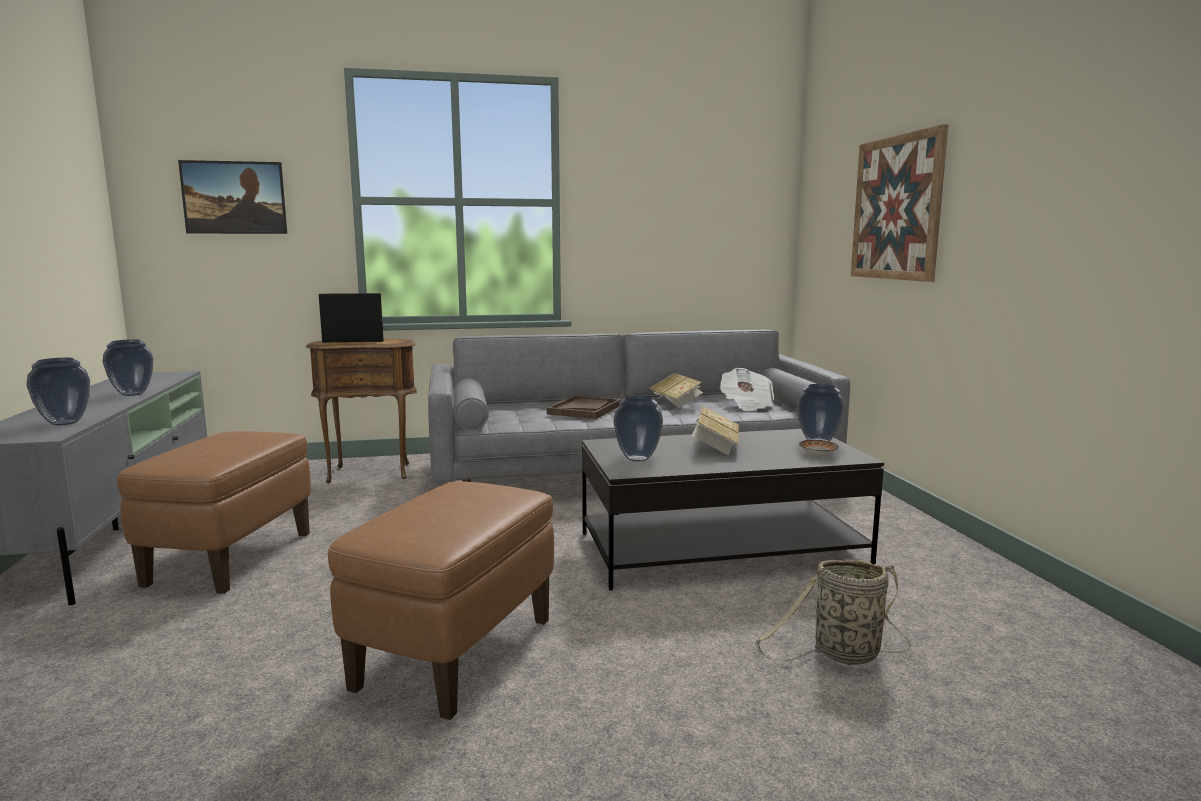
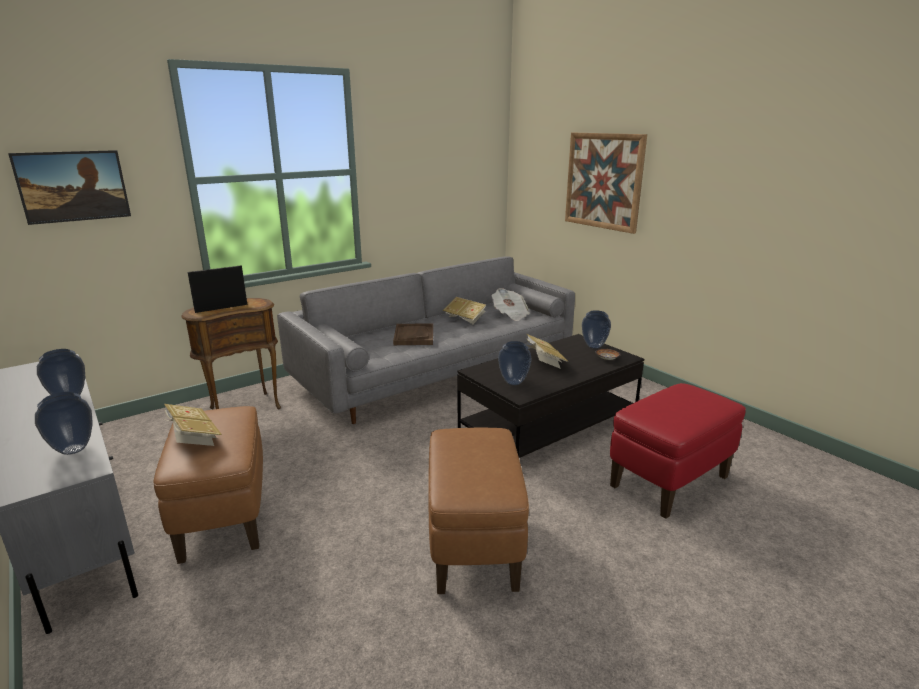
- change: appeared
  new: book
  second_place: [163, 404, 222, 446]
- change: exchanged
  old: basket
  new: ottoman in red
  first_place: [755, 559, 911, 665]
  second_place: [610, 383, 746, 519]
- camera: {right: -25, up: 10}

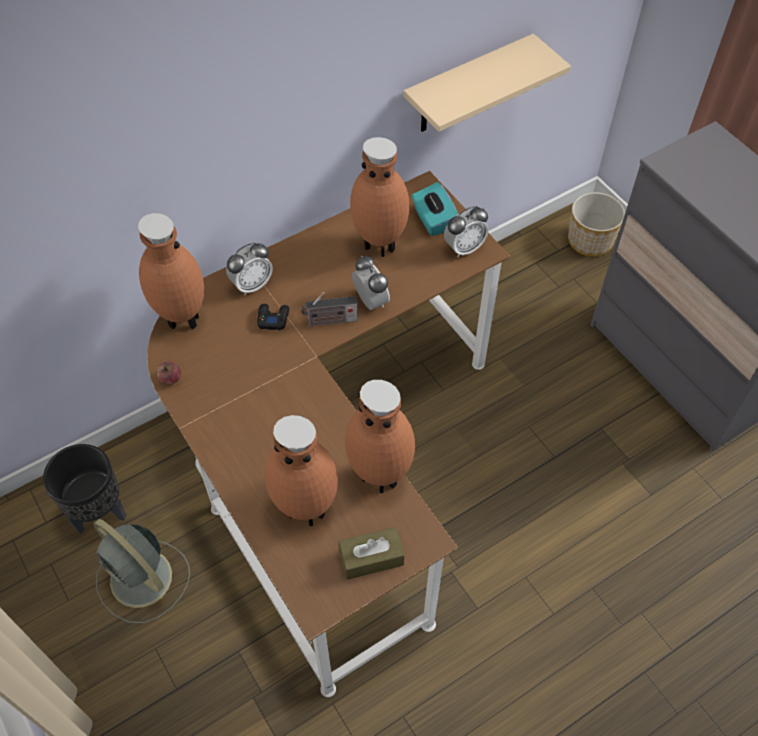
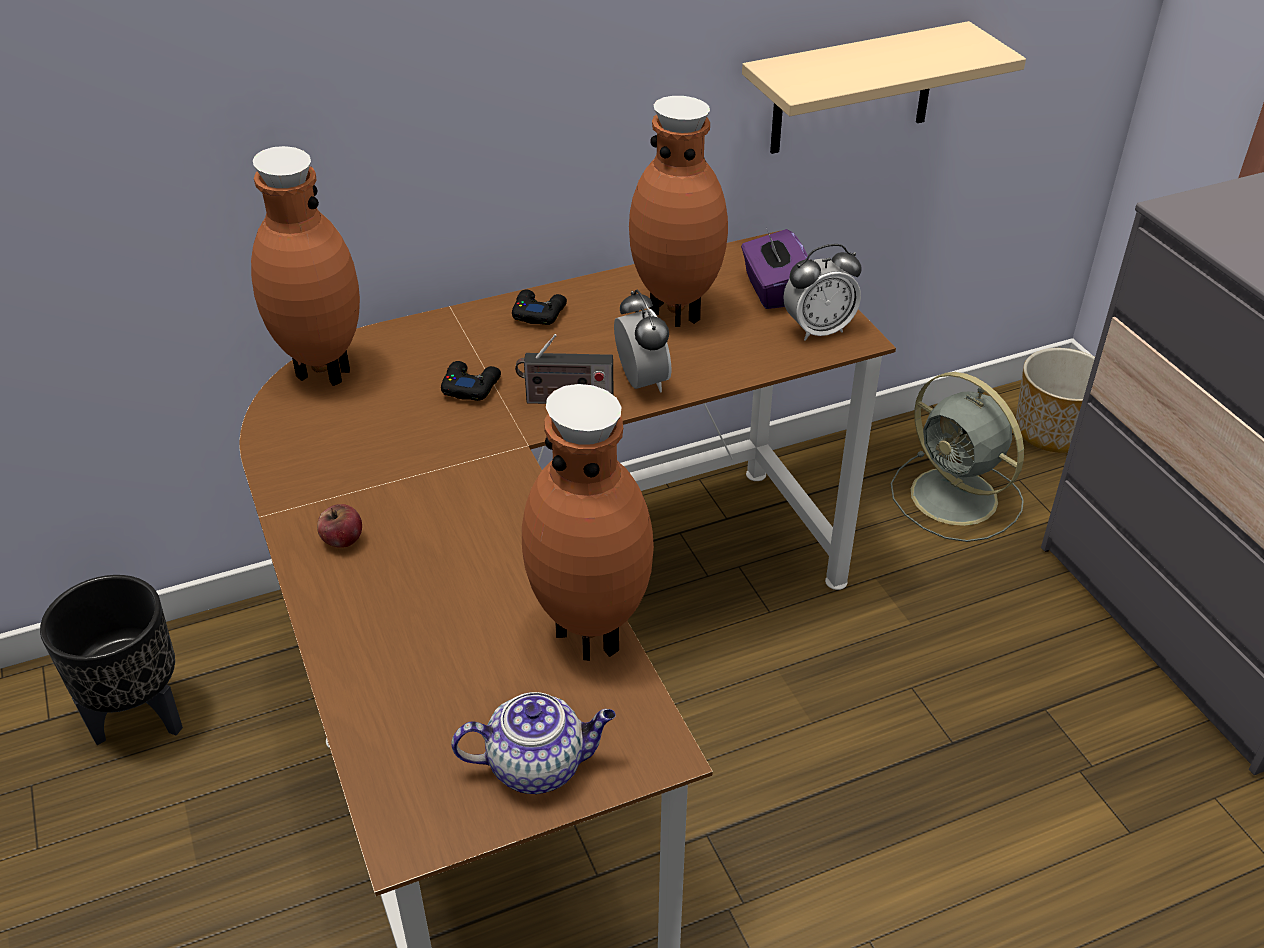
- change: missing
  old: alarm clock
  first_place: [226, 243, 273, 295]
- change: missing
  old: vase in brown
  first_place: [265, 415, 338, 526]
- change: appeared
  new: game controller in black
  second_place: [512, 290, 567, 325]
- change: relocated
  old: fan in grey
  first_place: [94, 519, 190, 623]
  second_place: [891, 372, 1024, 542]
- change: relocated
  old: apple
  first_place: [157, 361, 181, 384]
  second_place: [317, 504, 362, 548]
- change: exchanged
  old: tissue box in brown
  new: teapot
  first_place: [339, 527, 405, 580]
  second_place: [451, 692, 616, 794]
- change: colour
  old: tissue box in turquoise
  new: tissue box in purple
  first_place: [412, 182, 458, 236]
  second_place: [741, 227, 809, 309]
- camera: {right: 10, up: -15}

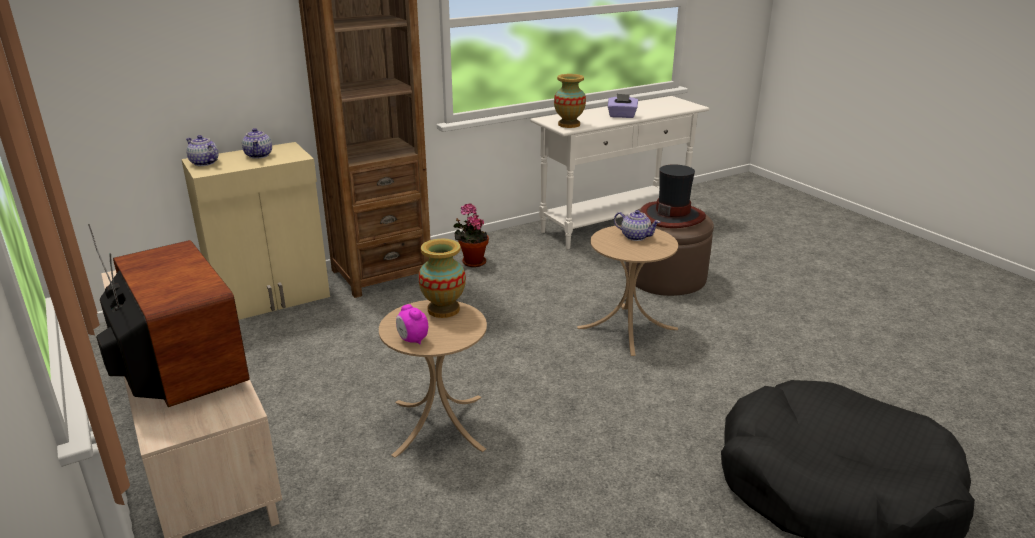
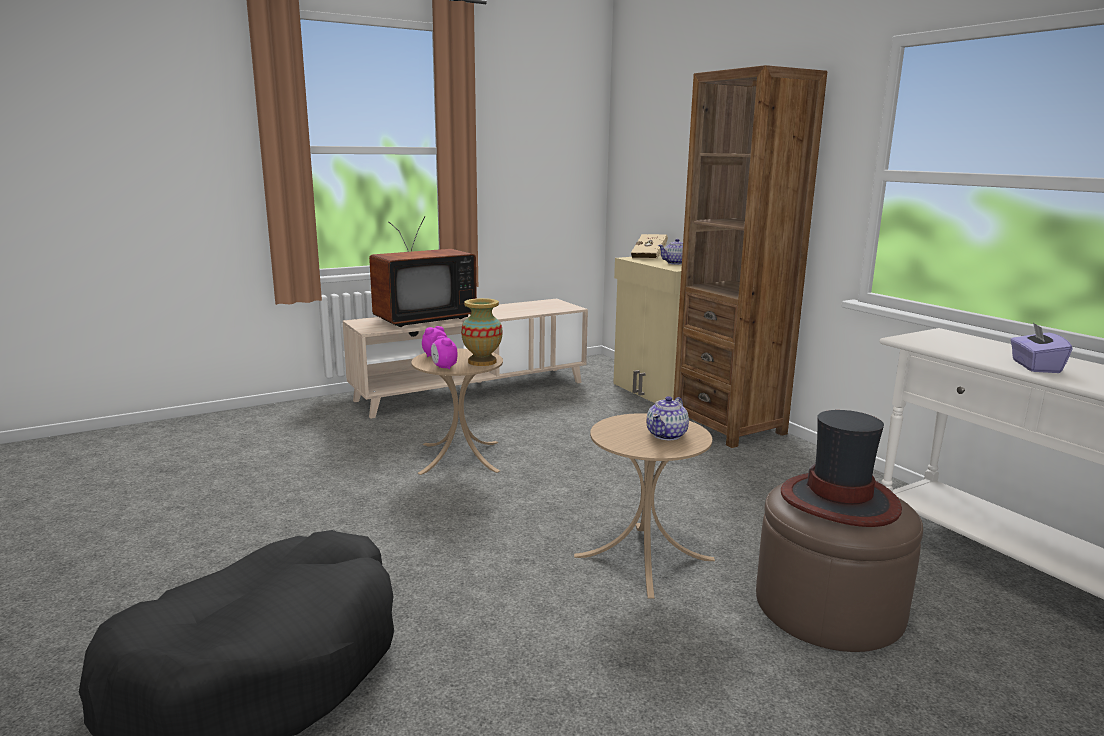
- change: missing
  old: potted plant
  first_place: [453, 203, 489, 267]
- change: missing
  old: vase
  first_place: [554, 74, 586, 128]
- change: appeared
  new: alarm clock
  second_place: [431, 336, 458, 370]
- change: exchanged
  old: teapot
  new: book in beige
  first_place: [186, 135, 218, 166]
  second_place: [631, 234, 668, 259]
- camera: {right: 90, up: -10}

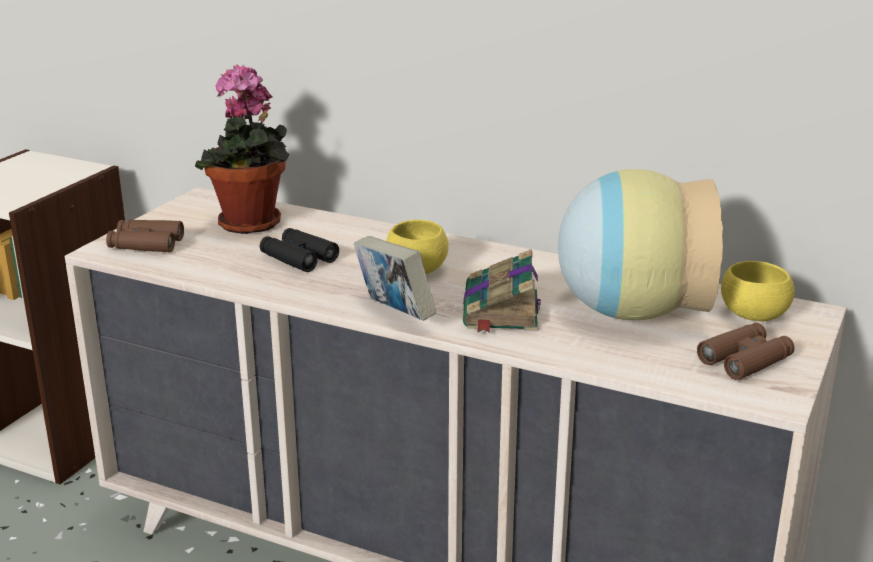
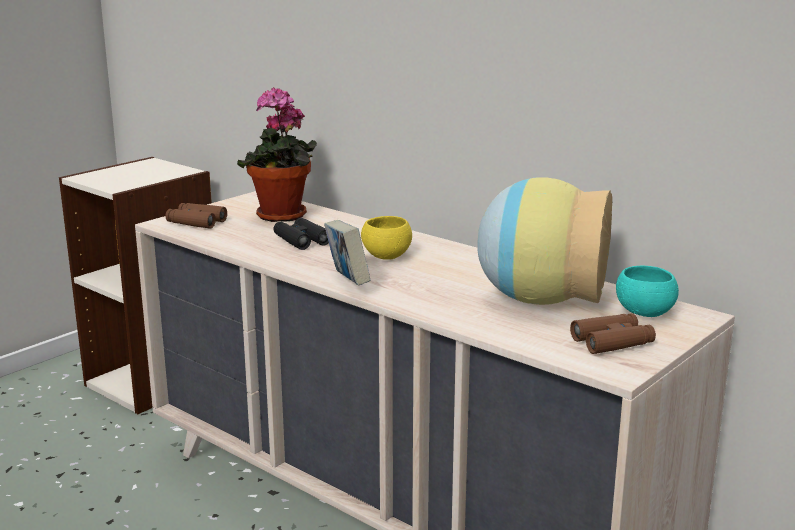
- change: missing
  old: book
  first_place: [463, 249, 541, 333]
- change: colour
  old: bowl in yellow
  new: bowl in turquoise
  first_place: [721, 261, 795, 321]
  second_place: [616, 265, 679, 317]
- camera: {right: 15, up: -5}

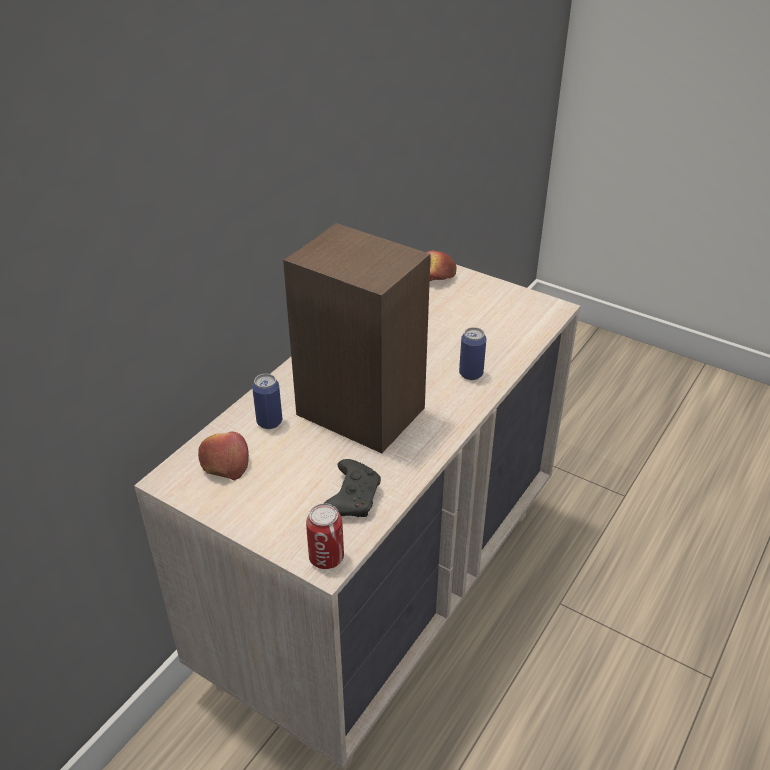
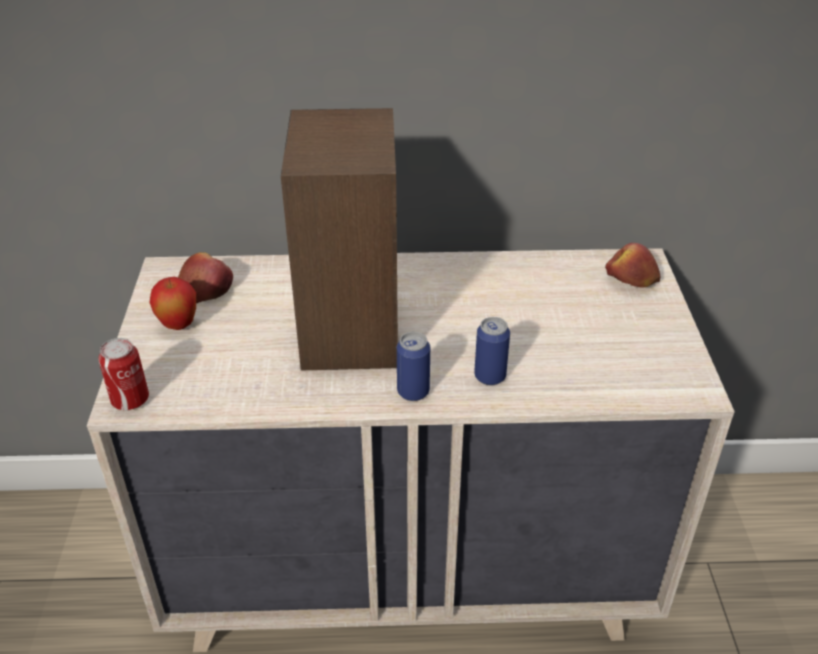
- change: missing
  old: game controller in black
  first_place: [323, 459, 381, 517]
- change: appeared
  new: apple
  second_place: [150, 277, 196, 330]
- change: relocated
  old: can
  first_place: [252, 374, 282, 429]
  second_place: [397, 332, 430, 401]
- camera: {right: 55, up: 0}

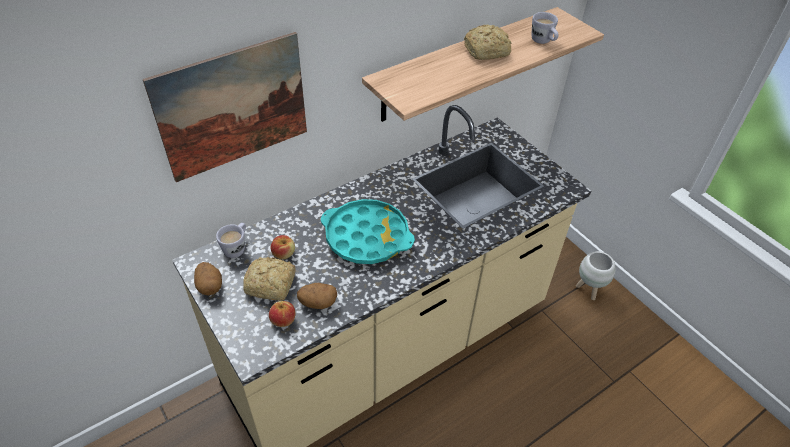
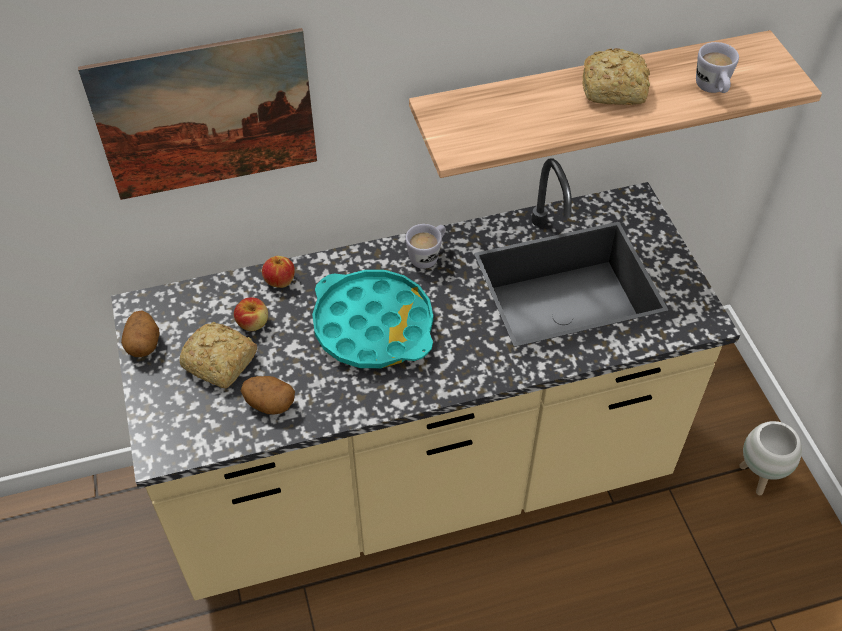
- change: relocated
  old: mug in white
  first_place: [216, 223, 246, 258]
  second_place: [405, 224, 446, 269]
- change: relocated
  old: apple
  first_place: [269, 301, 295, 327]
  second_place: [262, 256, 295, 288]
- camera: {right: 20, up: 5}

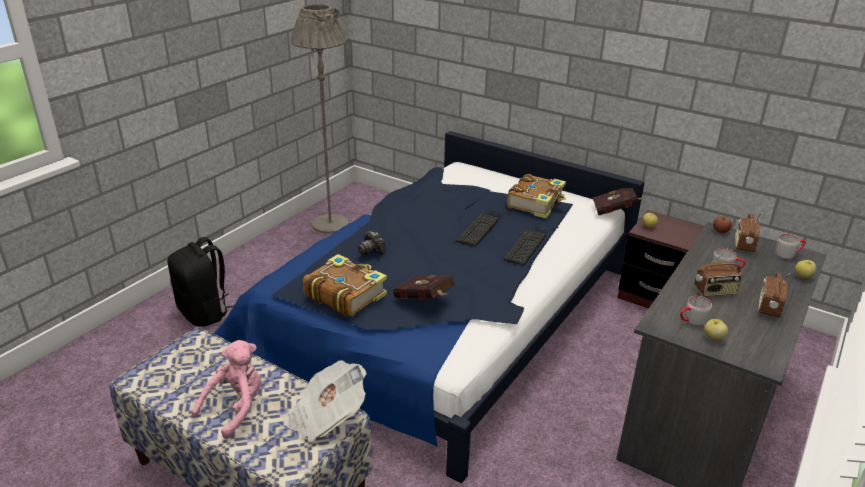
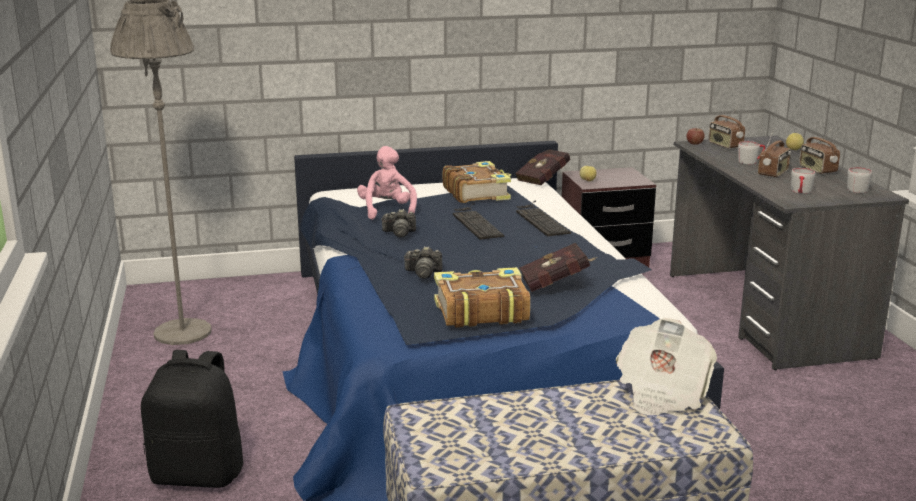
- change: missing
  old: apple
  first_place: [704, 319, 728, 341]
- change: appeared
  new: photo camera
  second_place: [381, 209, 416, 237]
- change: relocated
  old: plush toy in pink
  first_place: [191, 340, 262, 439]
  second_place: [357, 146, 417, 220]
- change: relocated
  old: mug in grey
  first_place: [776, 234, 806, 259]
  second_place: [847, 167, 872, 193]
- camera: {right: -45, up: -10}

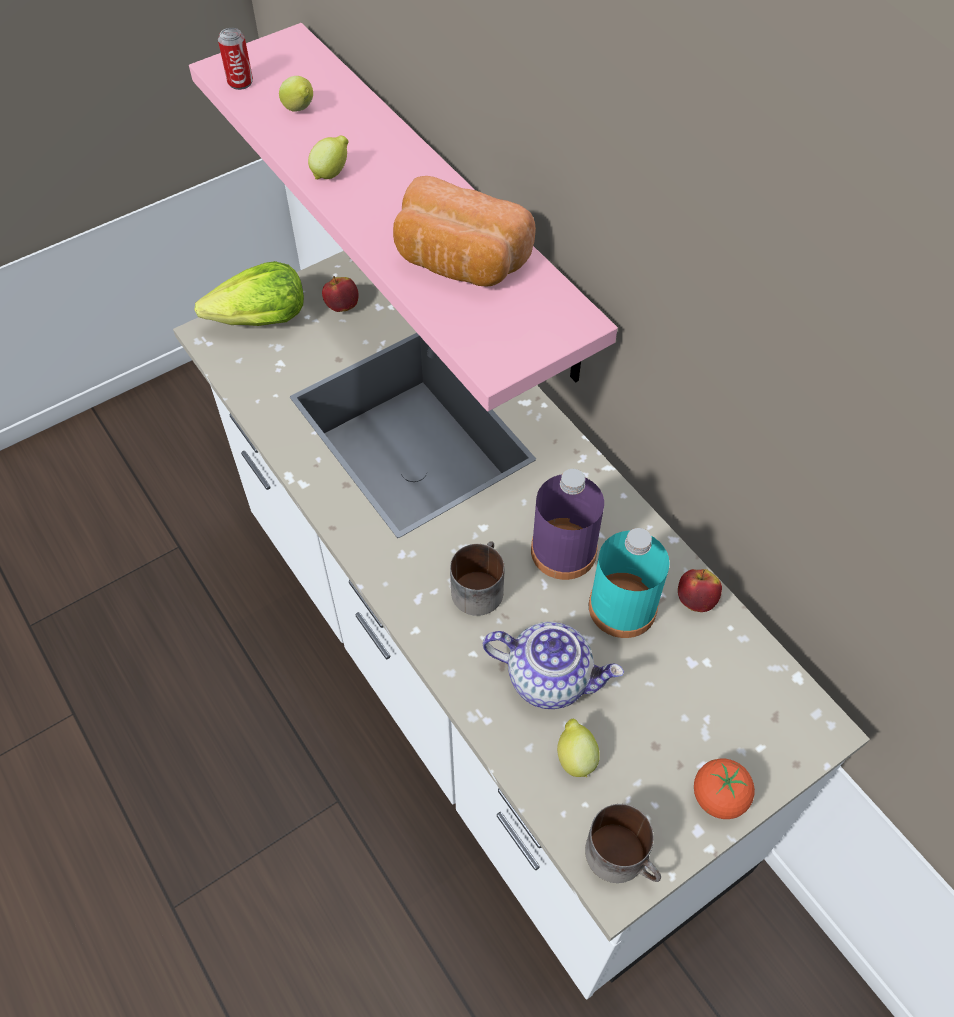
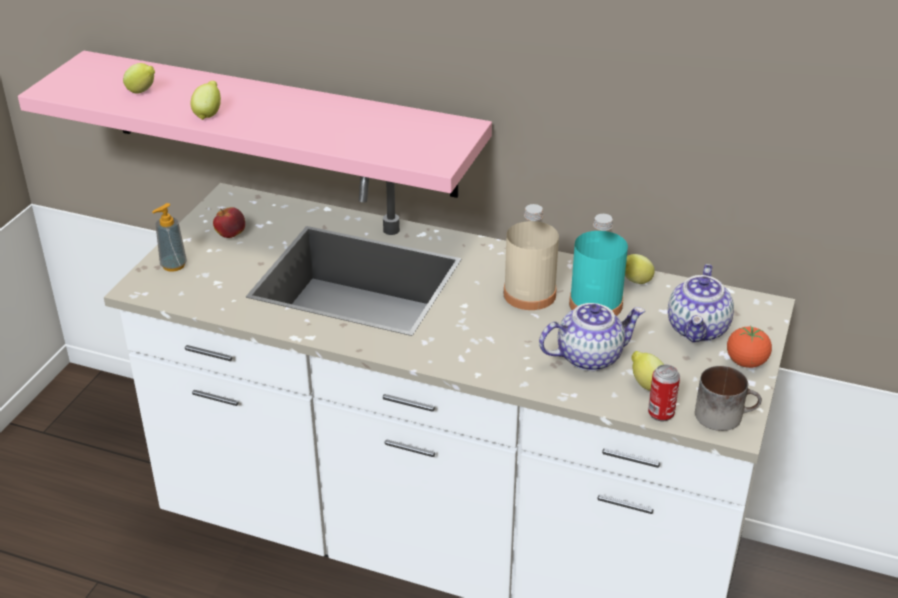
- change: missing
  old: bread
  first_place: [393, 176, 536, 287]
- change: missing
  old: mug
  first_place: [450, 541, 505, 616]
- change: appeared
  new: teapot
  second_place: [668, 264, 734, 342]
- change: relocated
  old: can
  first_place: [218, 28, 253, 90]
  second_place: [648, 365, 680, 421]
- change: exchanged
  old: lettuce
  new: soap dispenser
  first_place: [195, 261, 304, 326]
  second_place: [152, 203, 187, 272]
- change: exchanged
  old: apple
  new: lemon
  first_place: [678, 569, 722, 612]
  second_place: [625, 254, 655, 284]
- change: colour
  old: bottle in purple
  new: bottle in beige
  first_place: [531, 469, 604, 580]
  second_place: [504, 204, 559, 310]
- camera: {right: -35, up: -20}

